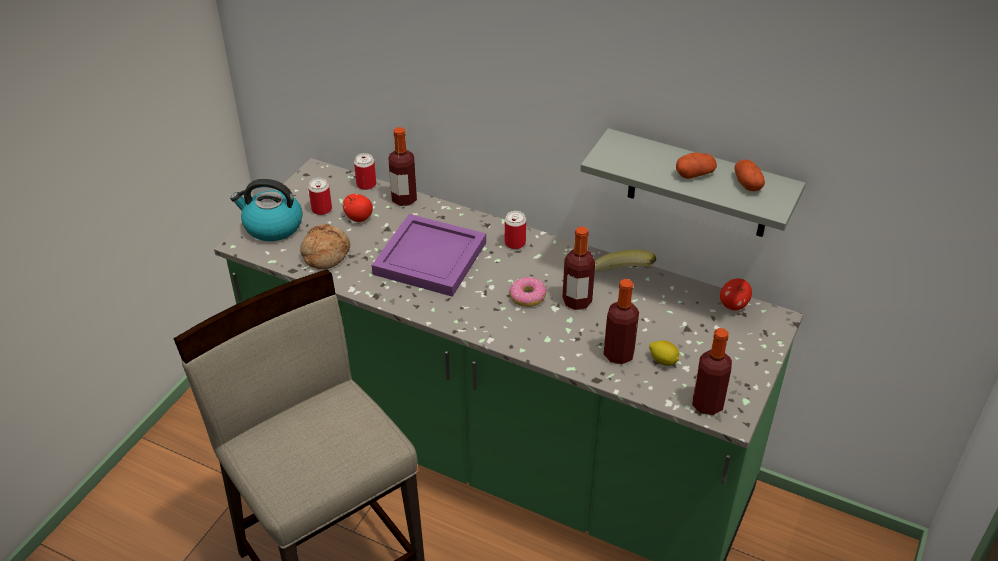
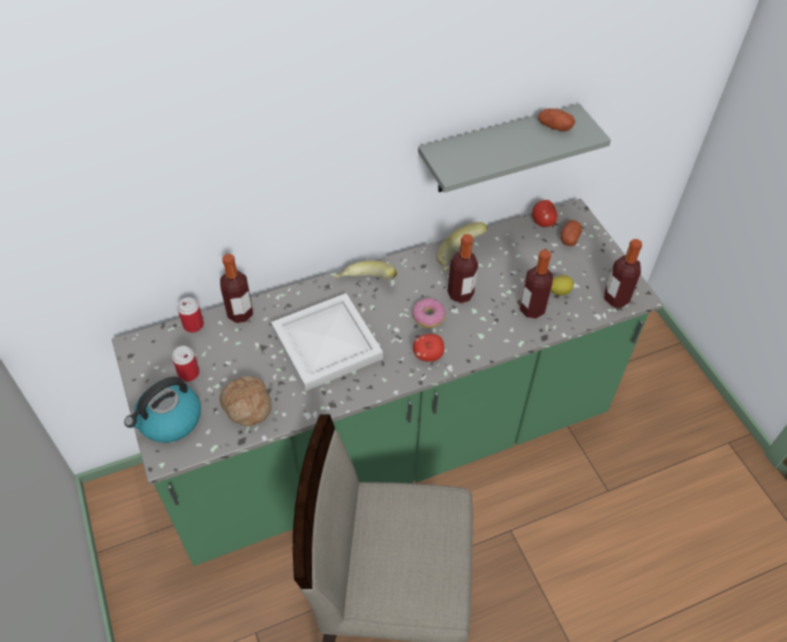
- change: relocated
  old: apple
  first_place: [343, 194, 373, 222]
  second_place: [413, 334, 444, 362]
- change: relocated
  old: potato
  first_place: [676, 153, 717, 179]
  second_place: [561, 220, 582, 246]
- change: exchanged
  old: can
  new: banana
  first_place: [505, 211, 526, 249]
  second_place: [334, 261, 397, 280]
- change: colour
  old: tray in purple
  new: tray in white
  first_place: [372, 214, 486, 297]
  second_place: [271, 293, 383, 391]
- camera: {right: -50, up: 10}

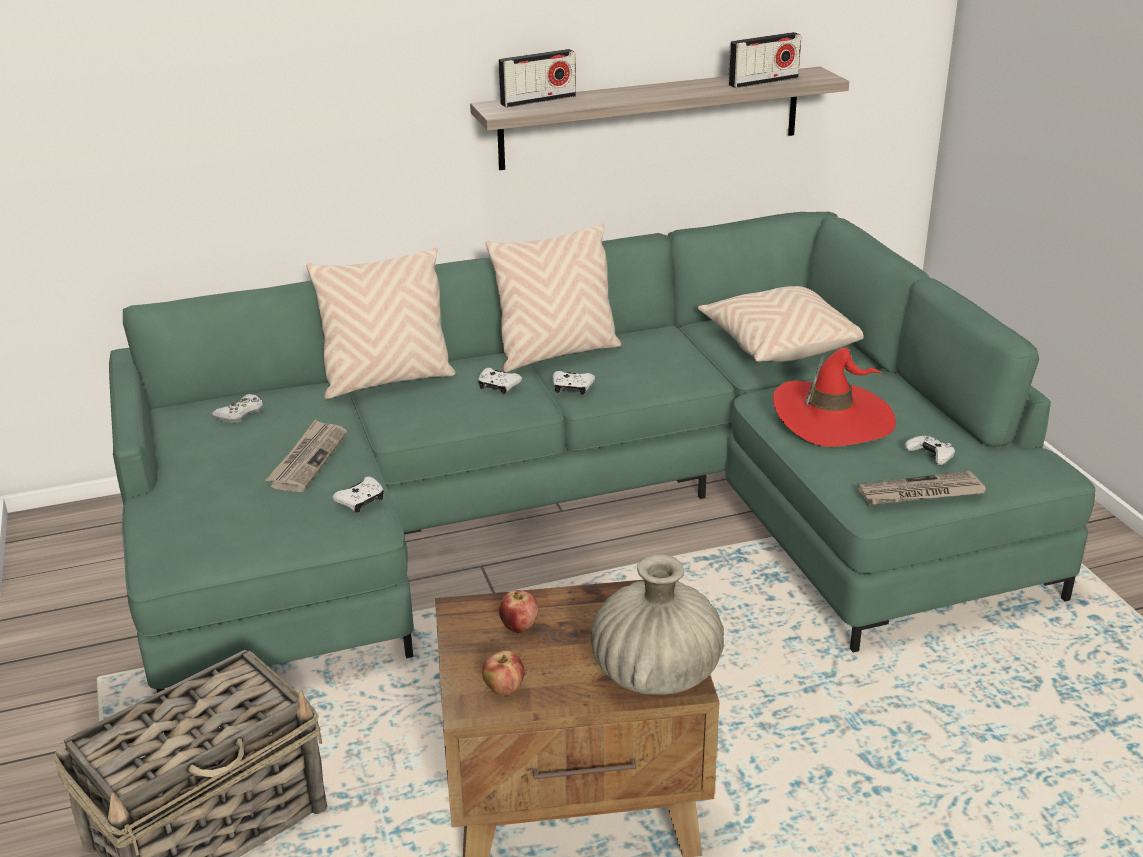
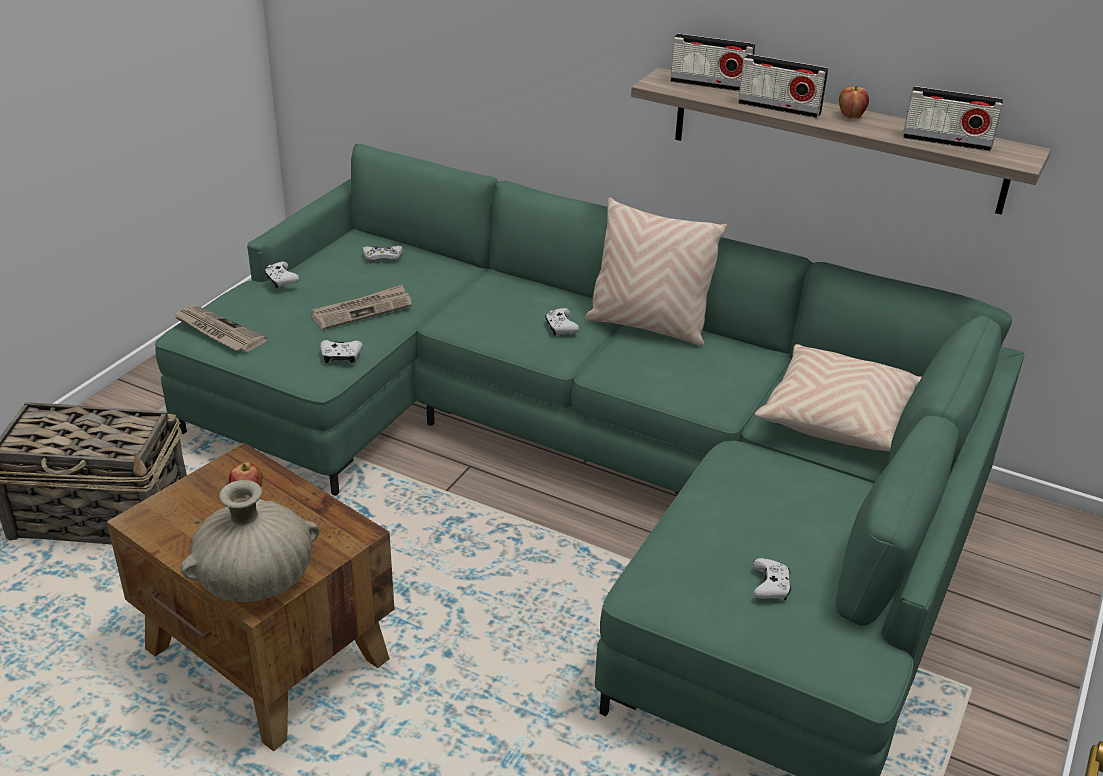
- change: missing
  old: pillow in beige
  first_place: [306, 247, 456, 399]
- change: missing
  old: hat in red
  first_place: [773, 348, 896, 447]
- change: appeared
  new: radio
  second_place: [738, 54, 828, 118]
- change: relocated
  old: apple
  first_place: [482, 650, 524, 696]
  second_place: [839, 86, 869, 118]
- change: relocated
  old: game controller in white
  first_place: [553, 371, 595, 395]
  second_place: [265, 262, 300, 288]
- change: relocated
  old: newspaper
  first_place: [858, 471, 986, 505]
  second_place: [171, 305, 267, 352]
- camera: {right: 45, up: 5}

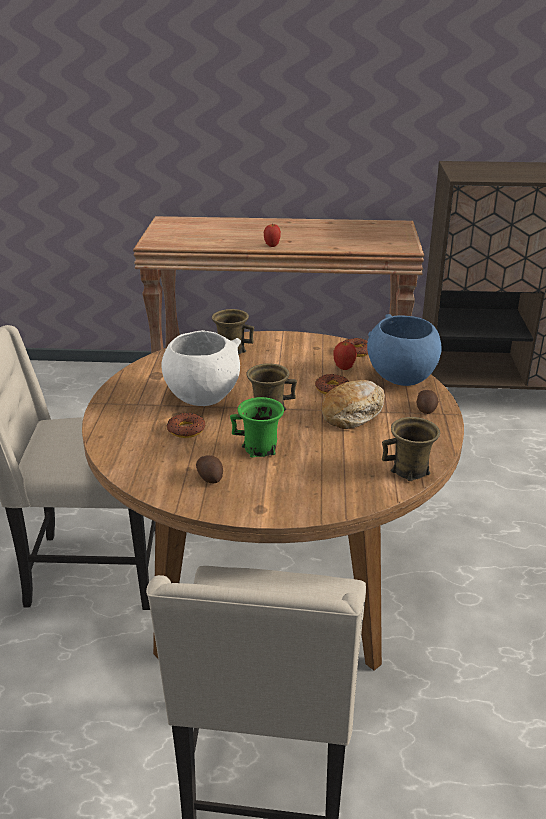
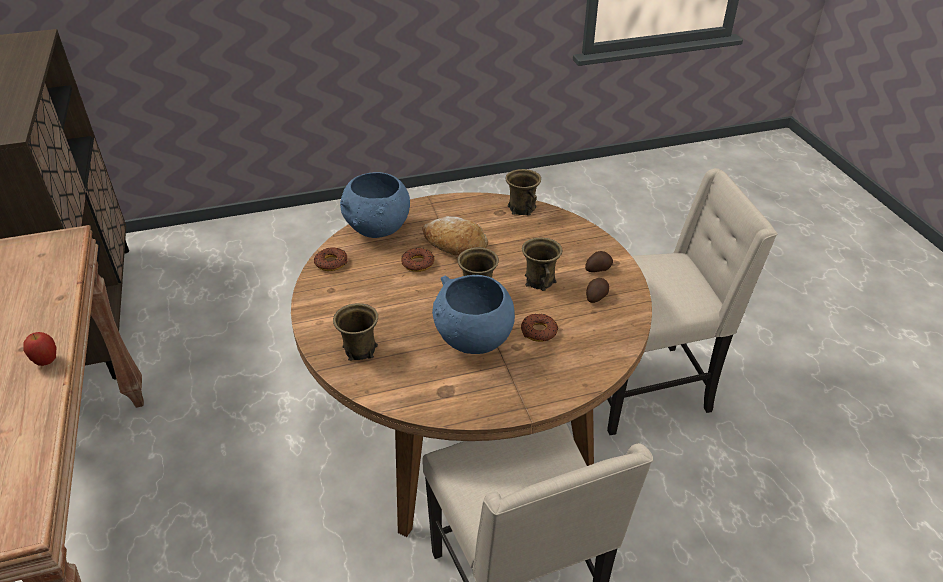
- change: missing
  old: apple
  first_place: [333, 341, 357, 370]
- change: relocated
  old: potato
  first_place: [417, 390, 439, 414]
  second_place: [585, 251, 613, 272]
- change: colour
  old: bowl in white
  new: bowl in blue
  first_place: [161, 330, 241, 406]
  second_place: [432, 275, 515, 354]
- change: colour
  old: mug in green
  new: mug in brown
  first_place: [230, 397, 284, 458]
  second_place: [522, 238, 563, 291]
- camera: {right: -110, up: 10}

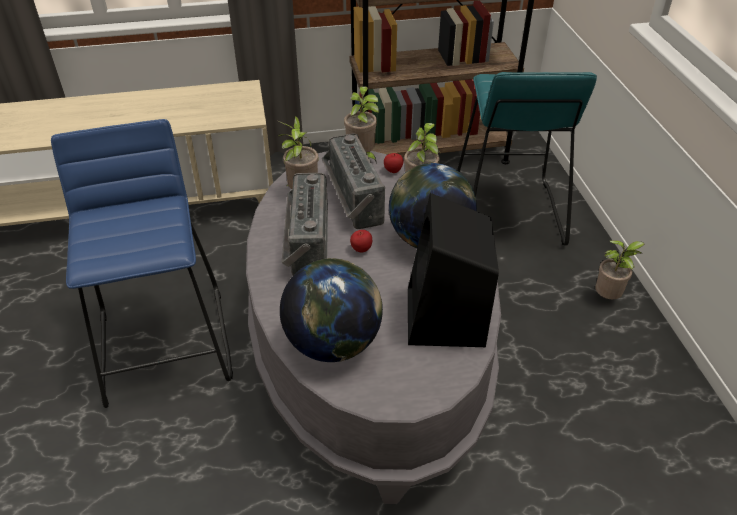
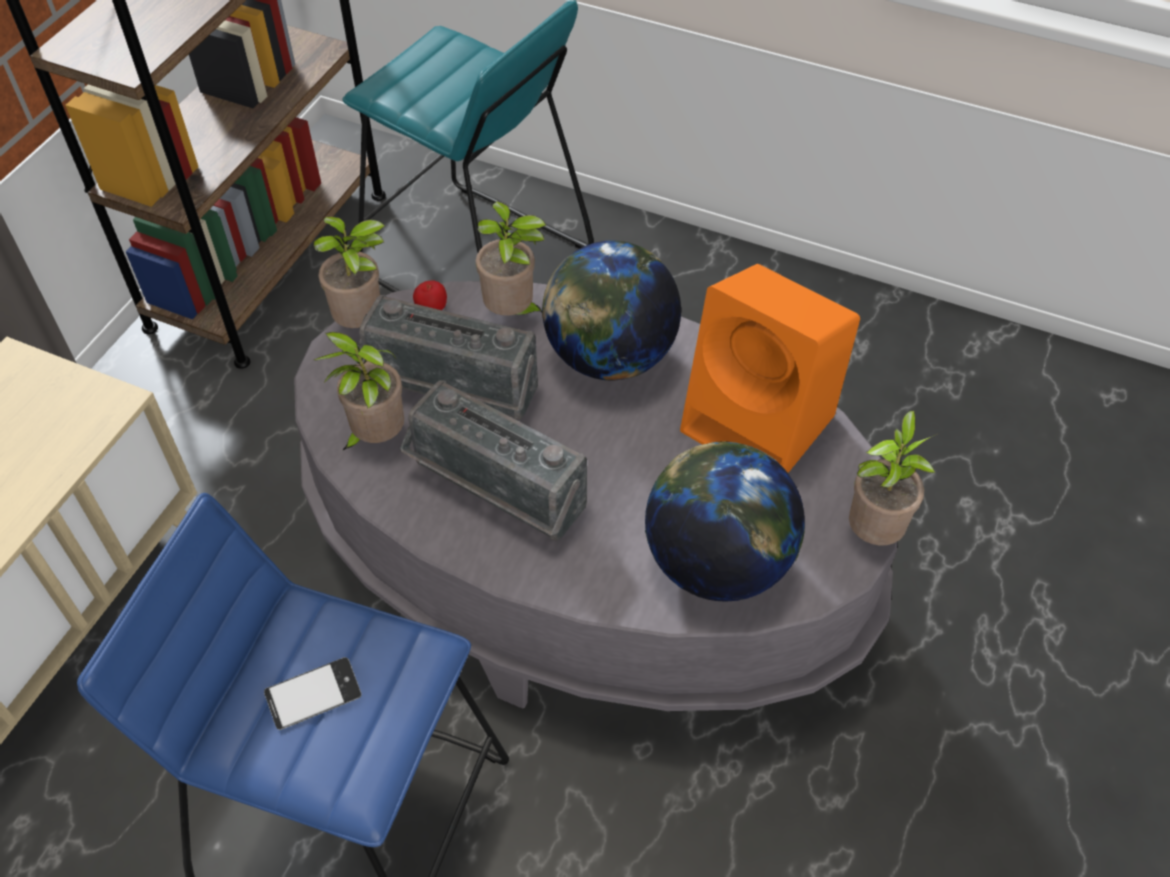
- change: missing
  old: apple
  first_place: [350, 230, 372, 253]
- change: appeared
  new: phone
  second_place: [264, 657, 362, 730]
- change: relocated
  old: potted plant
  first_place: [595, 240, 644, 299]
  second_place: [849, 411, 937, 545]
- change: colour
  old: speaker in black
  new: speaker in orange
  first_place: [408, 193, 499, 347]
  second_place: [680, 264, 860, 473]
- camera: {right: -55, up: 10}

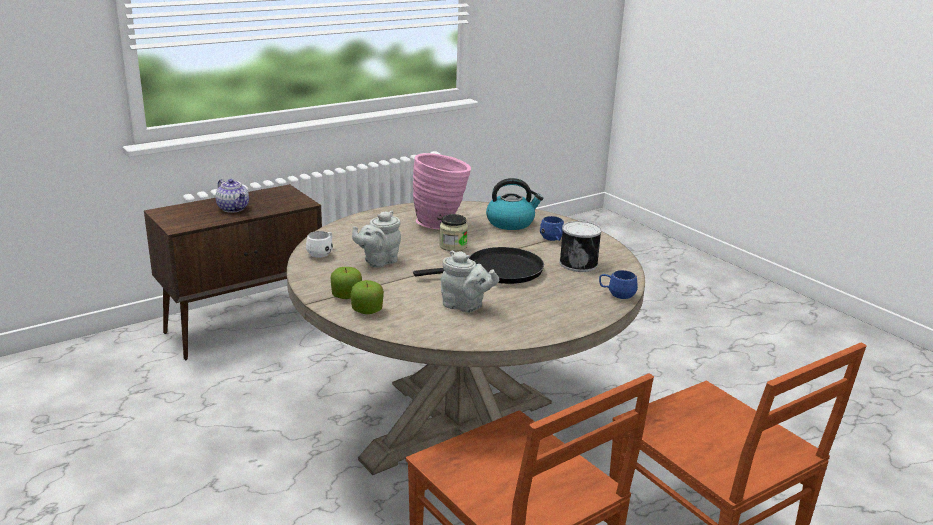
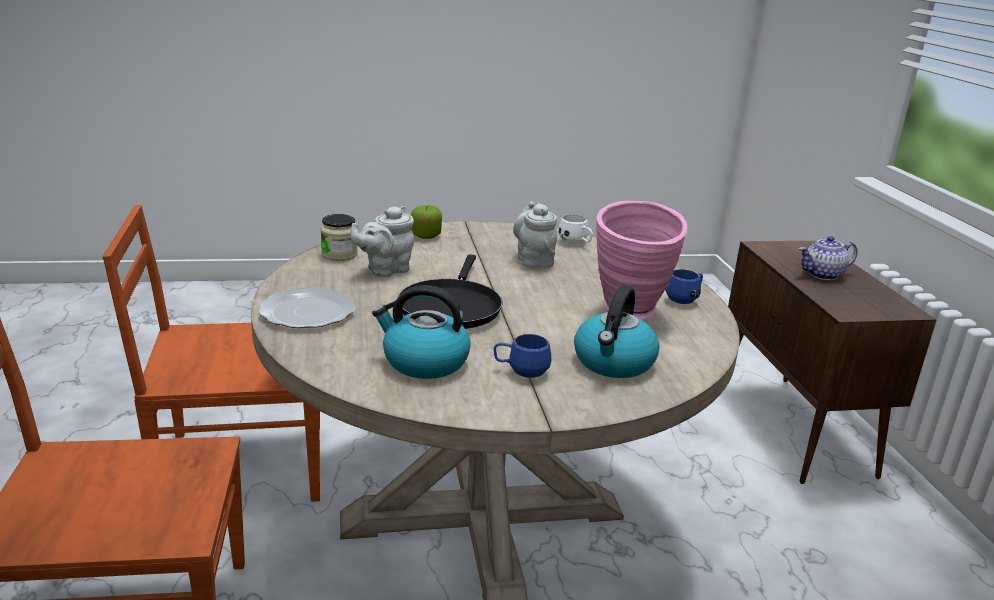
- change: missing
  old: apple
  first_place: [331, 267, 362, 299]
- change: appeared
  new: plate
  second_place: [258, 287, 355, 328]
- change: relocated
  old: jar
  first_place: [439, 214, 468, 252]
  second_place: [321, 214, 358, 261]
- change: relocated
  old: mug in blue
  first_place: [599, 270, 638, 299]
  second_place: [665, 269, 703, 304]
- change: exchanged
  old: can
  new: kettle
  first_place: [559, 221, 602, 272]
  second_place: [372, 285, 471, 379]
- camera: {right: 115, up: 0}

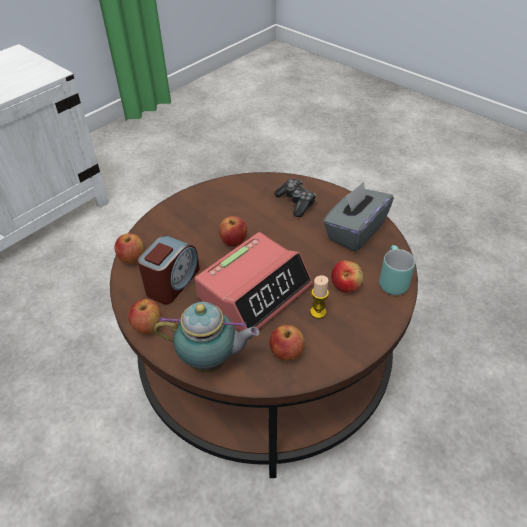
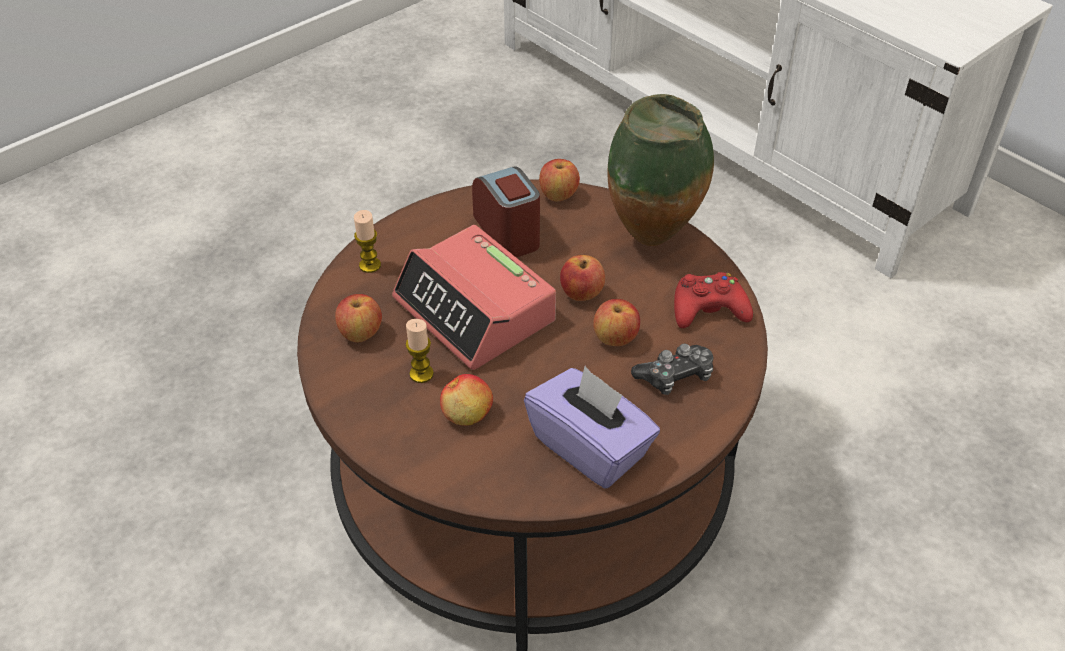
- change: missing
  old: mug in turquoise
  first_place: [379, 245, 415, 295]
- change: appeared
  new: vase
  second_place: [608, 94, 714, 246]
- change: appeared
  new: game controller in red
  second_place: [674, 272, 753, 328]
- change: relocated
  old: apple
  first_place: [128, 299, 161, 334]
  second_place: [593, 299, 640, 346]
- change: exchanged
  old: teapot
  new: candle
  first_place: [154, 302, 260, 372]
  second_place: [354, 210, 381, 273]
- change: colour
  old: tissue box in grey
  new: tissue box in purple
  first_place: [323, 182, 394, 252]
  second_place: [524, 366, 660, 488]
- change: spun
  old: alarm clock
  first_place: [138, 235, 200, 304]
  second_place: [472, 166, 540, 258]
  degrees: -150
- camera: {right: 95, up: 0}

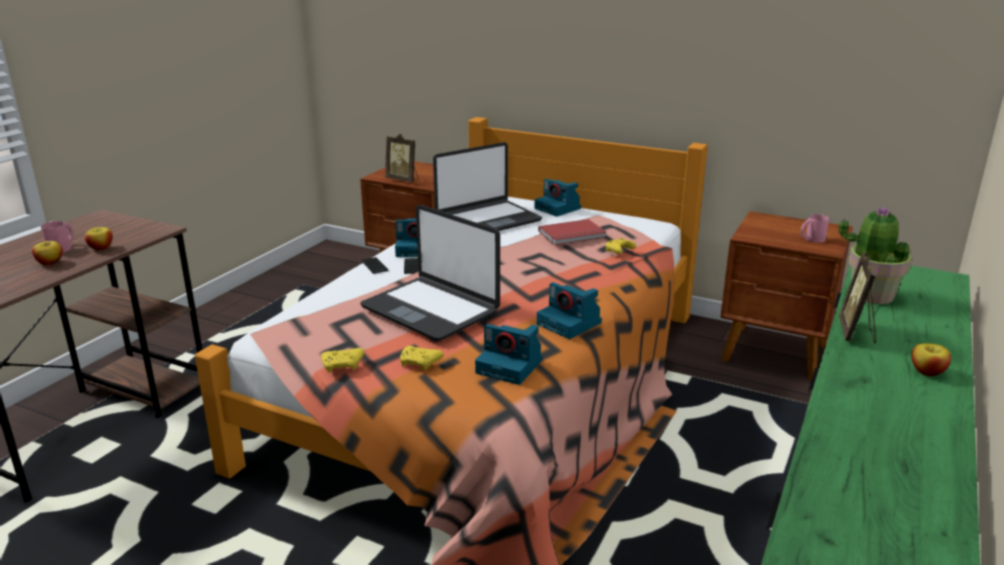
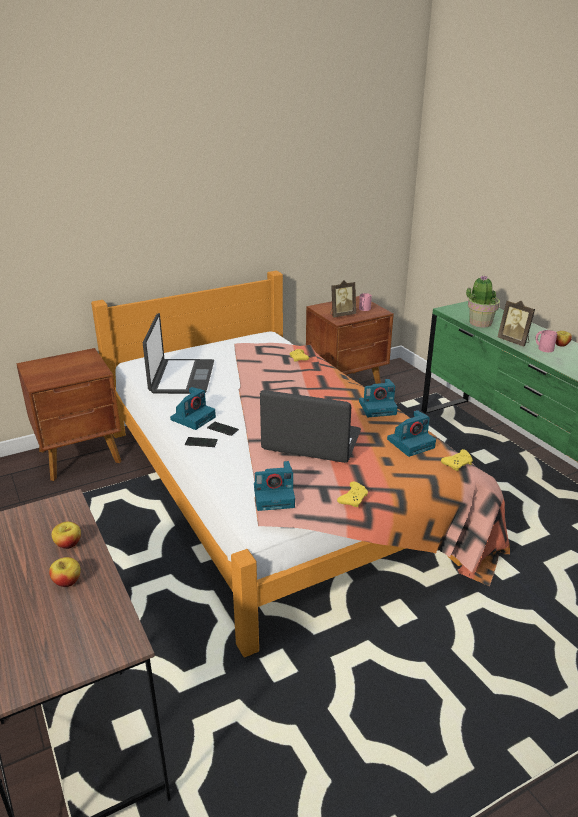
- change: missing
  old: book in red
  first_place: [538, 219, 607, 245]
- change: relocated
  old: mug in pink
  first_place: [41, 221, 73, 252]
  second_place: [536, 330, 557, 352]
- change: relocated
  old: picture frame
  first_place: [385, 134, 418, 183]
  second_place: [330, 280, 356, 318]
- change: relocated
  old: game controller in yellow
  first_place: [400, 346, 444, 370]
  second_place: [441, 449, 473, 471]
- change: relocated
  old: photo camera
  first_place: [535, 179, 581, 217]
  second_place: [254, 461, 295, 511]
- change: spun
  old: laptop
  first_place: [360, 205, 500, 341]
  second_place: [260, 390, 361, 463]
  degrees: -150
- camera: {right: -55, up: 5}

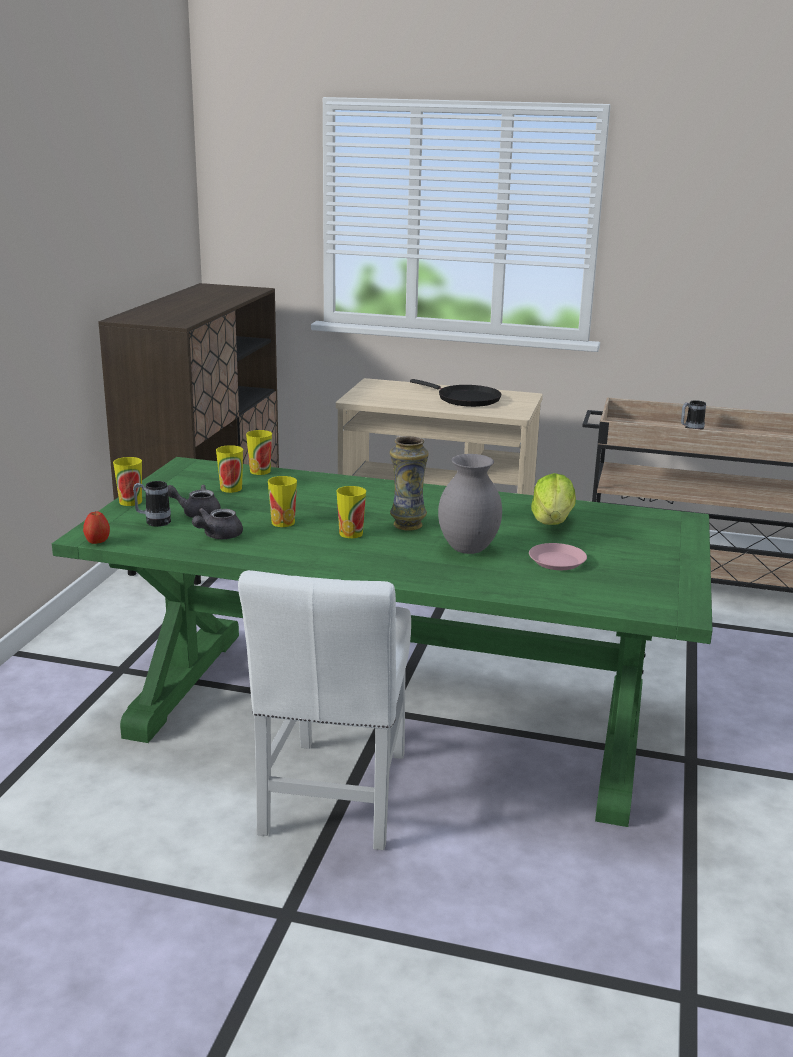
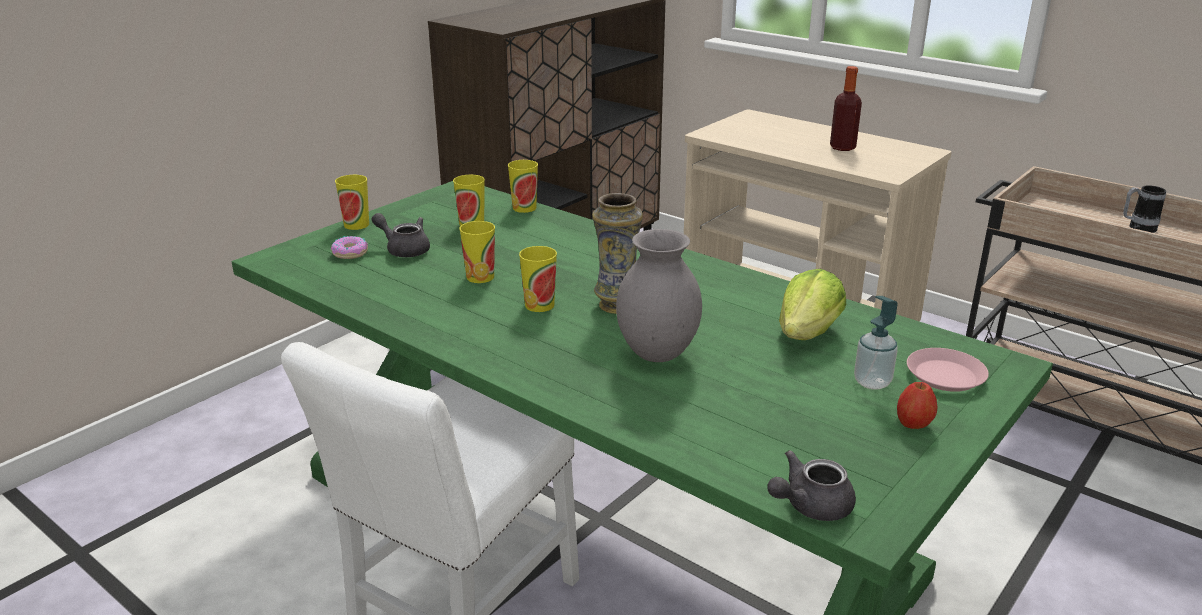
- change: appeared
  new: soap dispenser
  second_place: [854, 296, 898, 390]
- change: relocated
  old: apple
  first_place: [83, 511, 110, 544]
  second_place: [897, 382, 937, 429]
- change: relocated
  old: teapot in grey
  first_place: [192, 508, 243, 539]
  second_place: [767, 450, 856, 521]
- change: relocated
  old: plate in pink
  first_place: [529, 543, 587, 570]
  second_place: [907, 348, 989, 392]
- change: exchanged
  old: mug
  new: donut
  first_place: [133, 481, 171, 527]
  second_place: [331, 236, 368, 259]
- change: exchanged
  old: frying pan in black
  new: bottle
  first_place: [410, 379, 501, 407]
  second_place: [830, 66, 862, 151]
- camera: {right: 25, up: 5}

